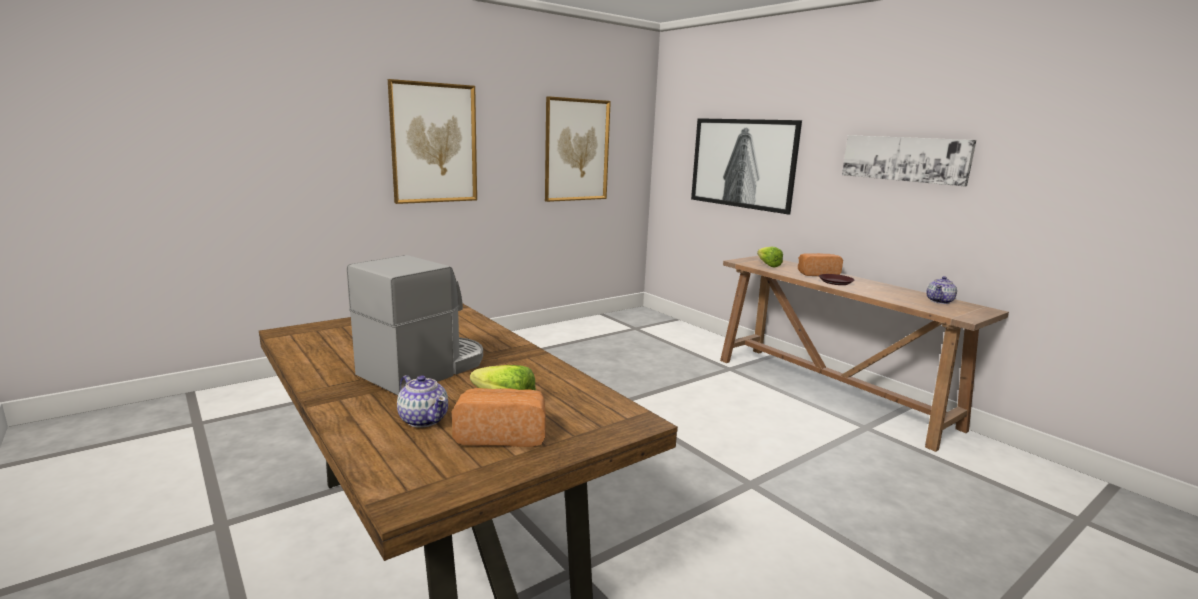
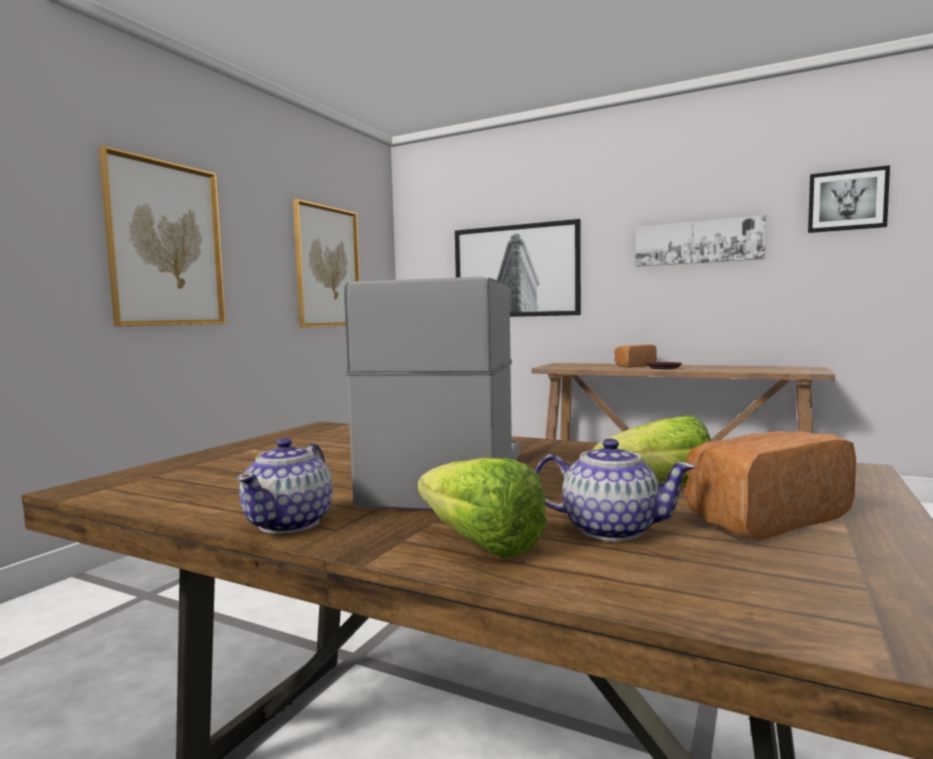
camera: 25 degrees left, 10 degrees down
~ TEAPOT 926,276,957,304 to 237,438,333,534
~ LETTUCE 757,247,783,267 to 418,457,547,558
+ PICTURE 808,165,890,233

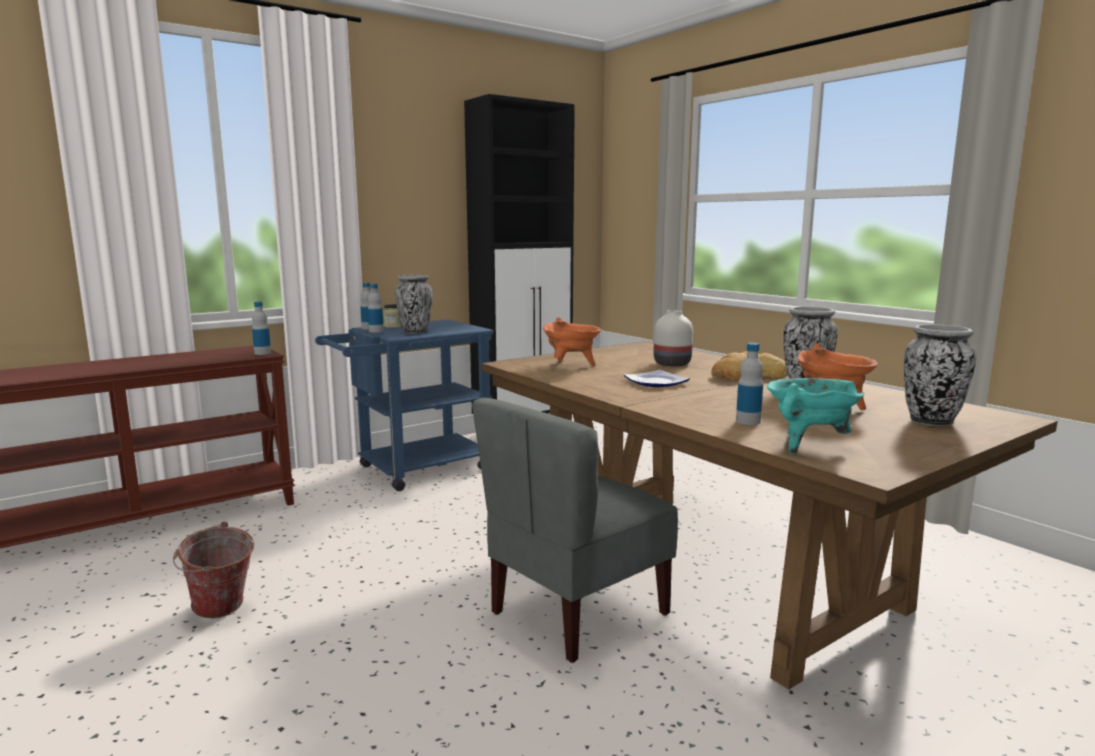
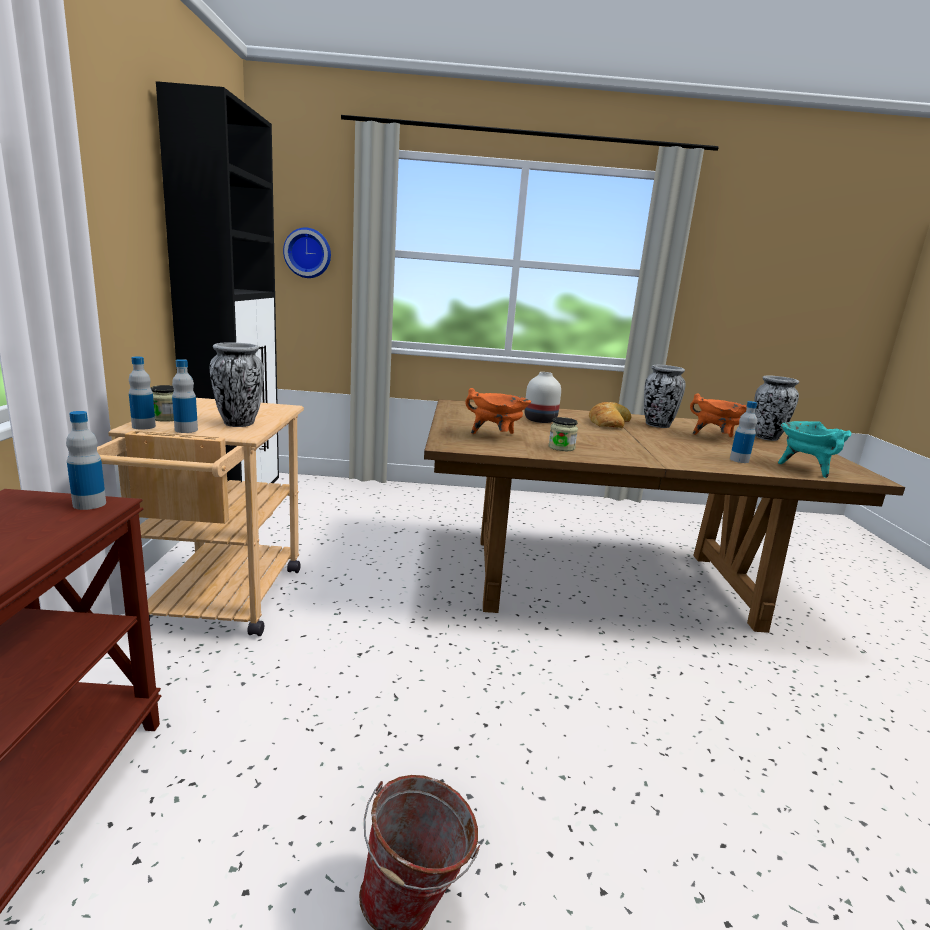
camera: 55 degrees left, 5 degrees up
~ BLUE CART 315,319,494,491 to BEIGE CART 97,398,304,636
+ WALL CLOCK 283,228,331,278
+ JAR 548,417,578,451
- GREY CHAIR 472,398,678,663
- PLATE 624,370,690,387

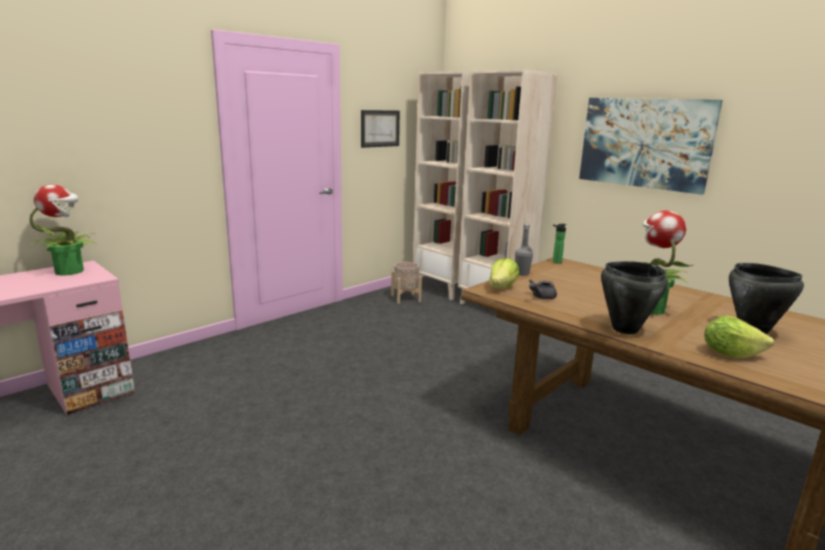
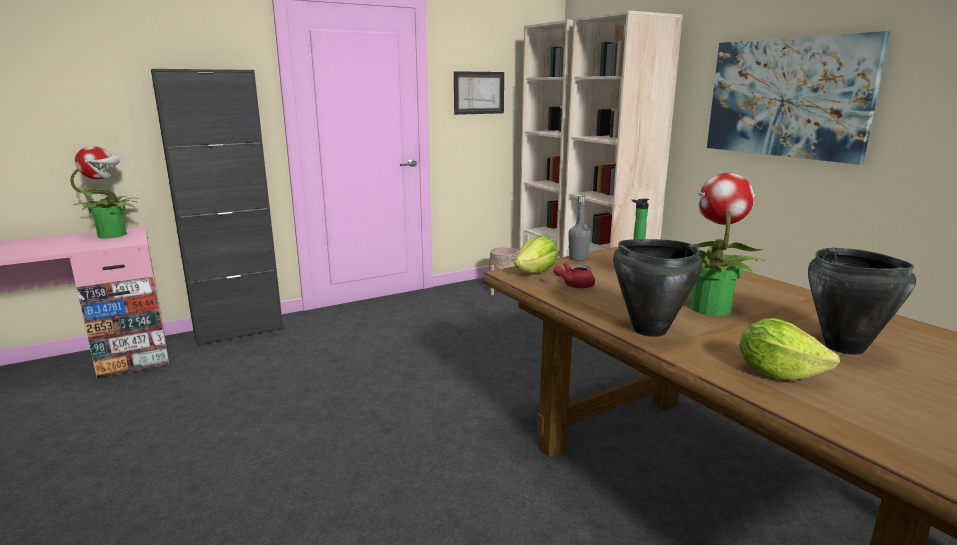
camera: 15 degrees right, 0 degrees up
+ BLACK CABINET 151,69,283,346
~ GREY TEAPOT 529,280,557,299 to RED TEAPOT 553,263,595,288

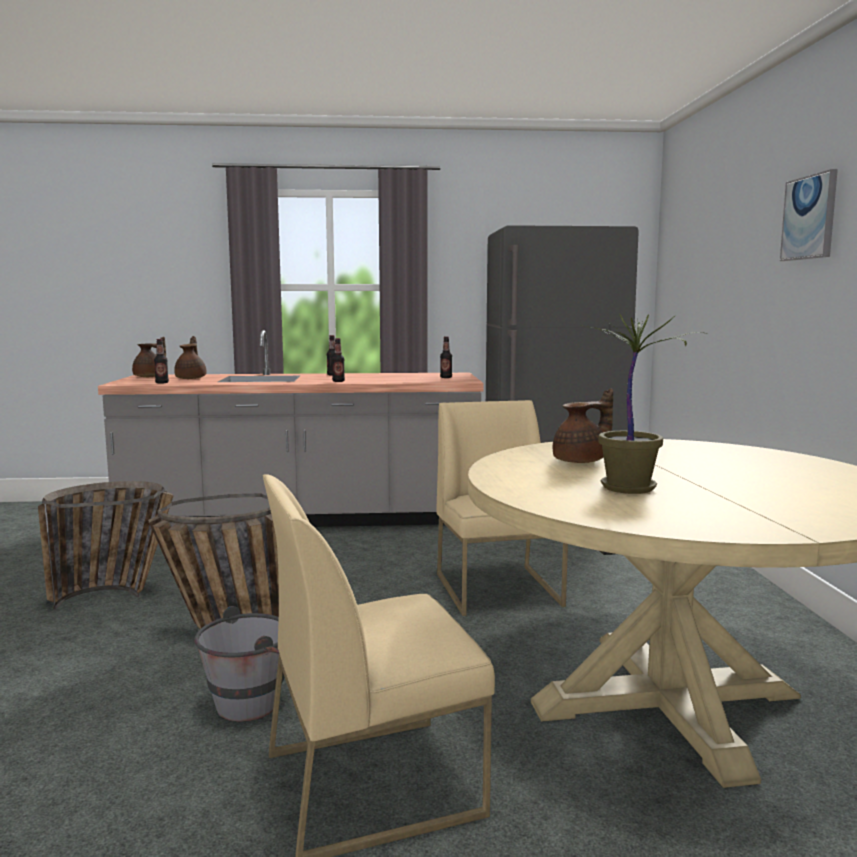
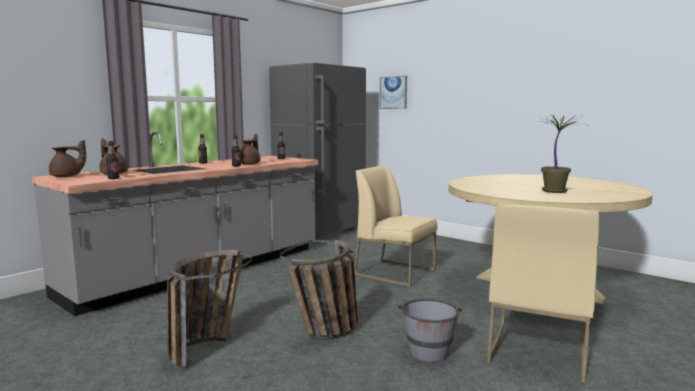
camera: 45 degrees left, 0 degrees up
~ BROWN TEAPOT 553,388,613,463 to 240,134,261,165
~ PICTURE 780,169,838,261 to 380,76,407,109

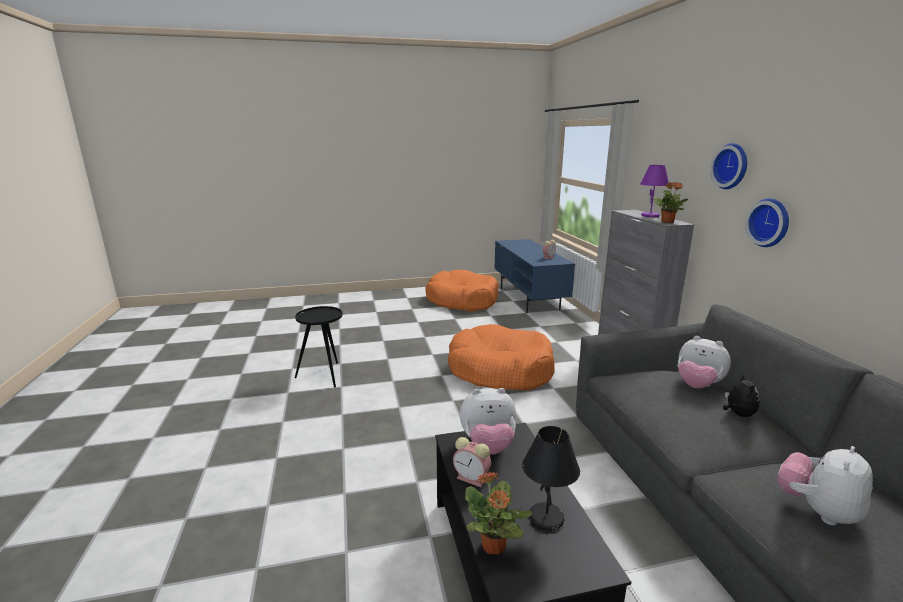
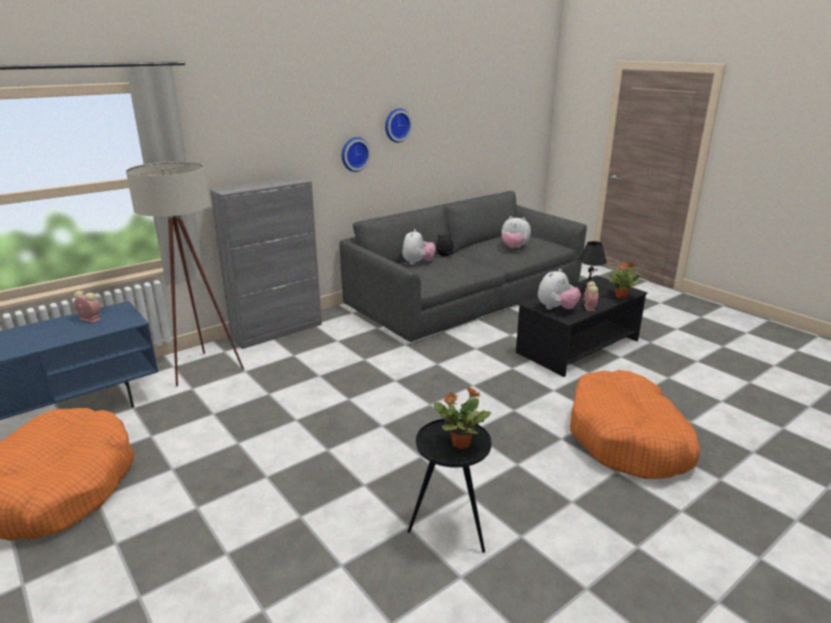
camera: 115 degrees left, 5 degrees up
+ BEIGE FLOOR LAMP 126,161,244,386
~ WALL CLOCK 710,143,747,189 to 385,108,412,143
~ POTTED PLANT 652,182,688,223 to 434,387,491,449
~ PLUSH TOY 460,388,516,455 = 538,269,581,310 75 degrees clockwise
~ ORANGE DOG BED 448,324,555,391 to 570,370,700,479
- PURPLE TABLE LAMP 640,165,669,217

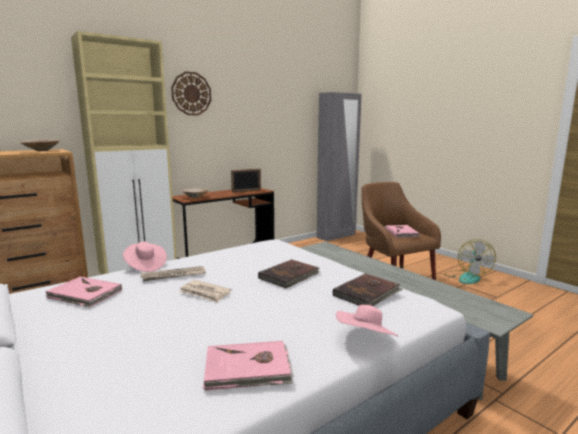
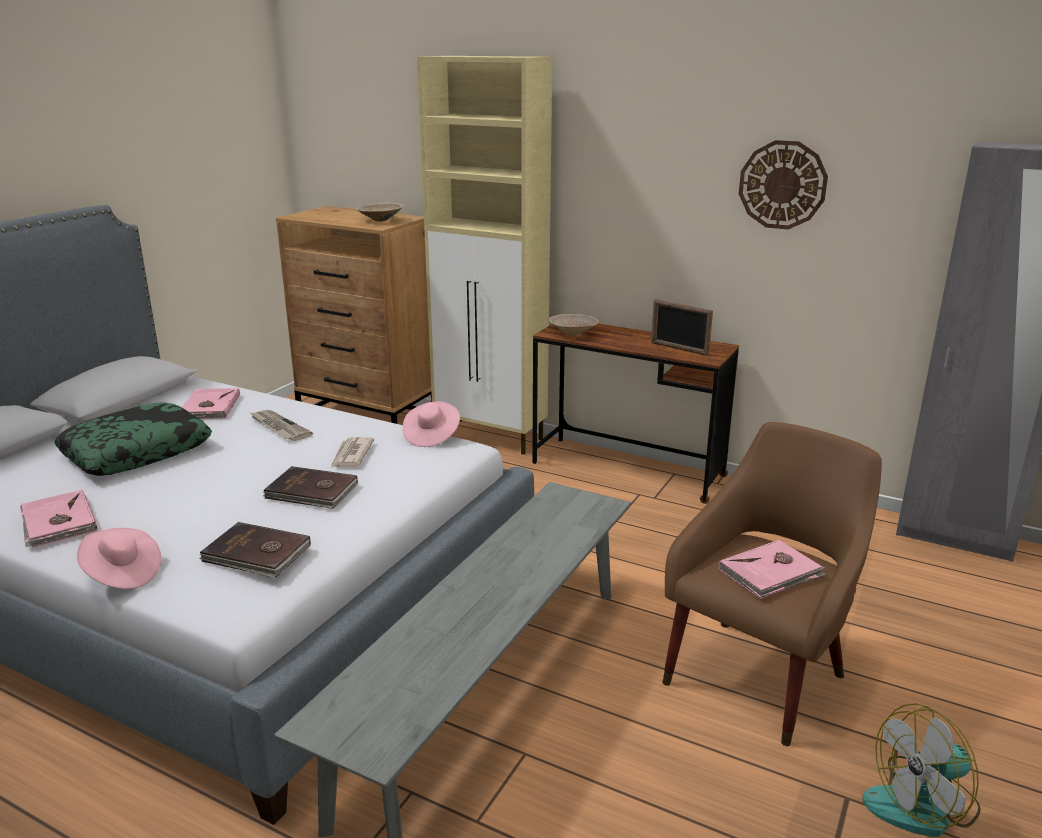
camera: 65 degrees right, 10 degrees up
+ PILLOW 54,403,212,476
~ NEWSPAPER 179,280,231,303 to 330,437,374,469
~ PINK HAT 123,242,167,272 to 403,401,460,447
~ WALL CLOCK 171,71,211,115 to 739,140,828,230

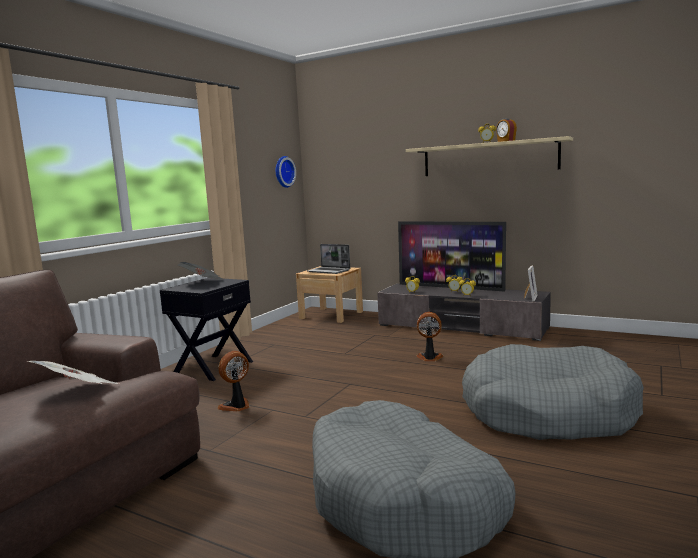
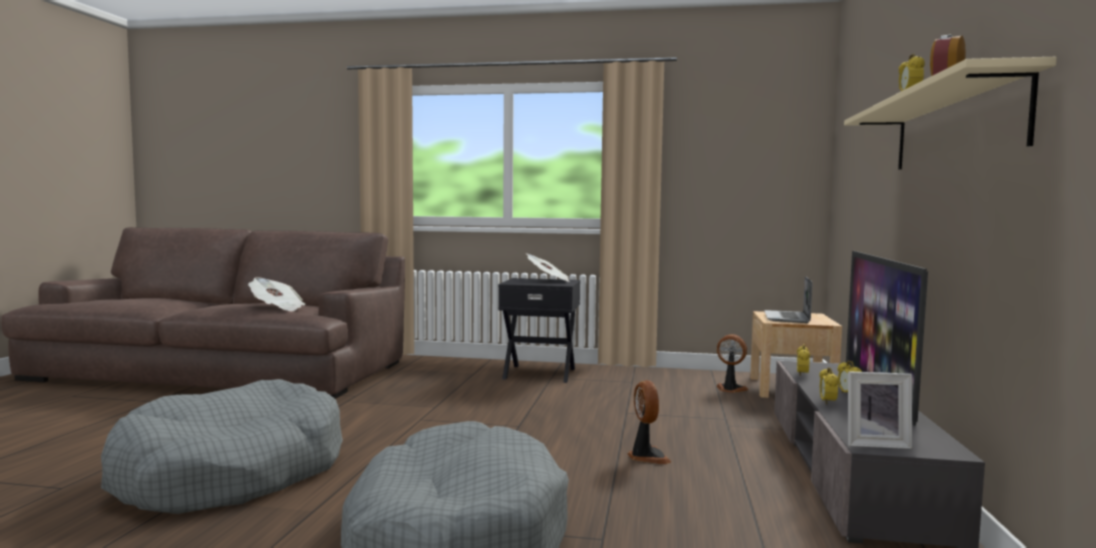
camera: 70 degrees right, 5 degrees down
~ FAN 218,351,250,411 to 717,334,749,393
- WALL CLOCK 276,156,296,188

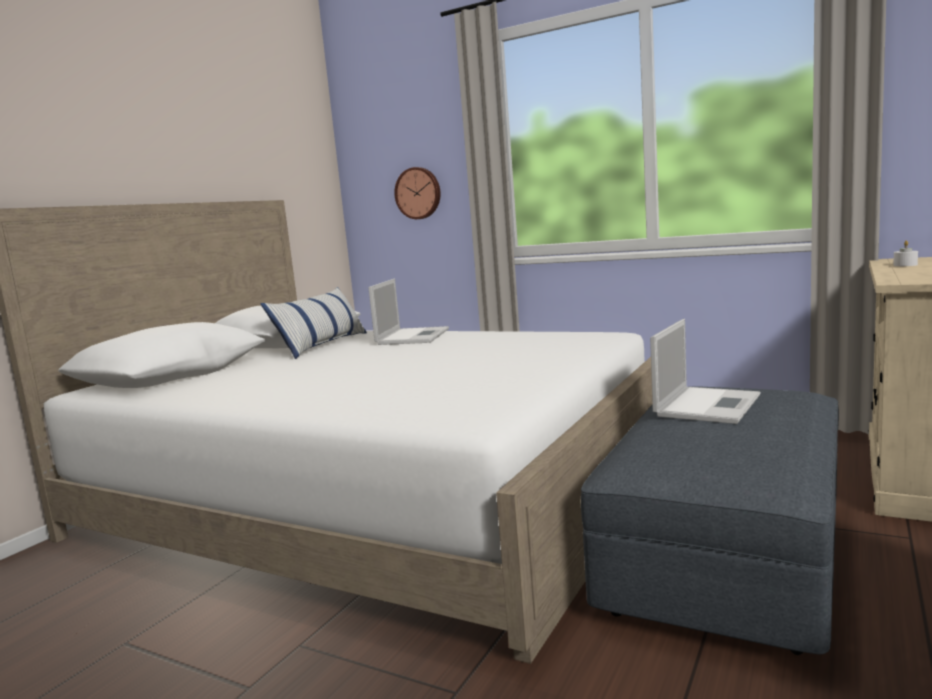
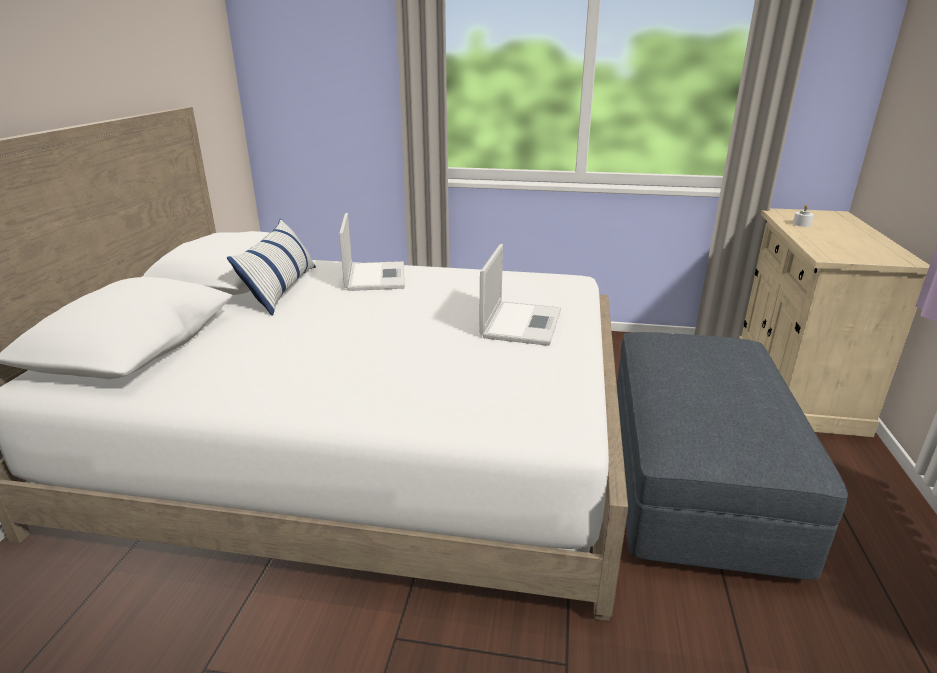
camera: 20 degrees left, 15 degrees up
~ LAPTOP 650,319,761,424 to 479,244,561,346
- WALL CLOCK 394,167,441,219

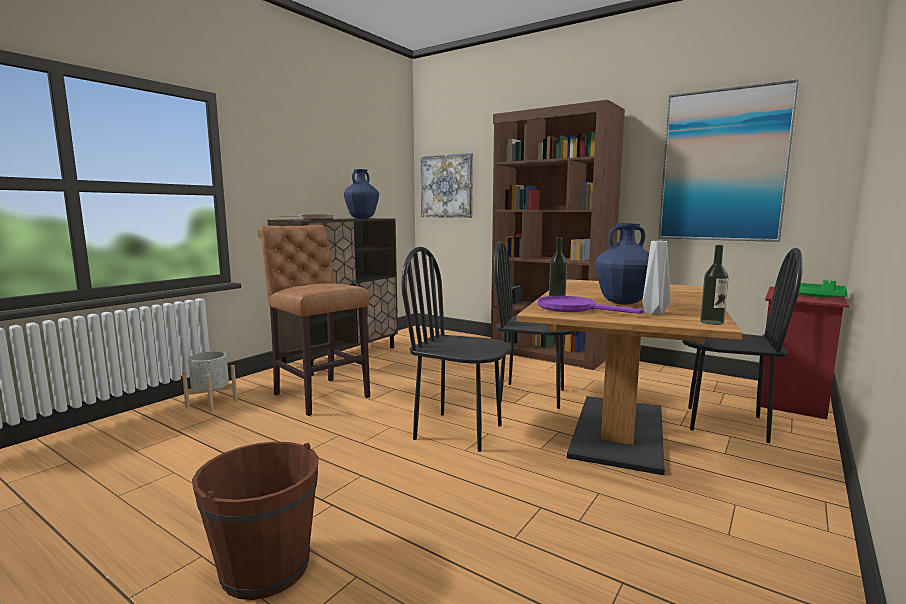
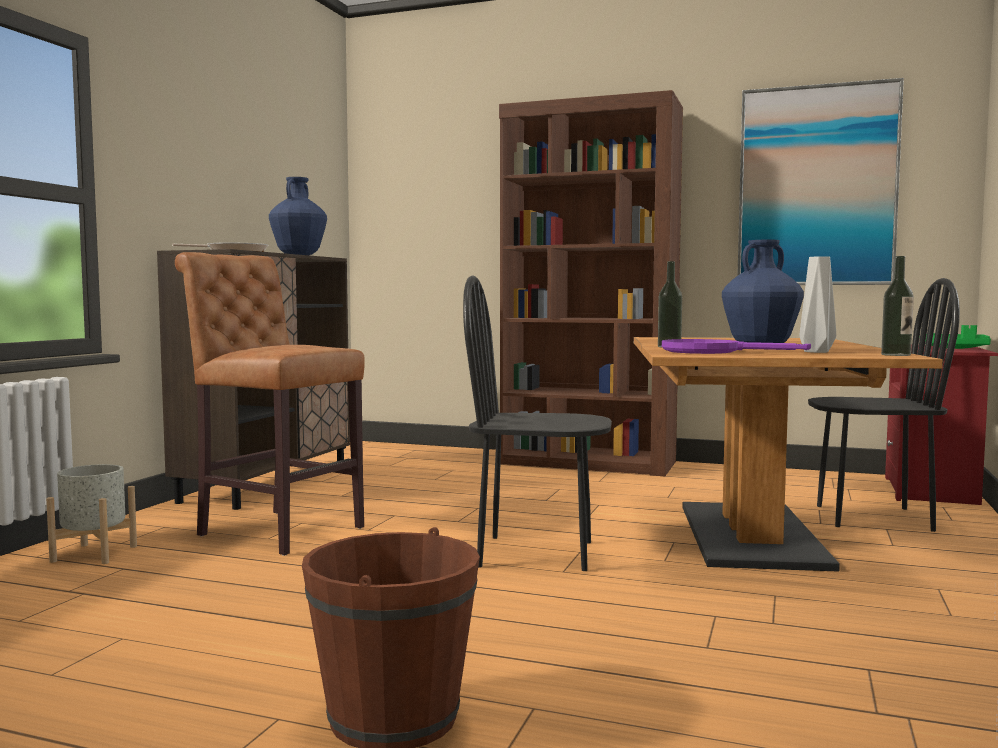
camera: 15 degrees left, 5 degrees down
- PICTURE 421,153,473,218
- BLACK CHAIR 494,241,576,409

